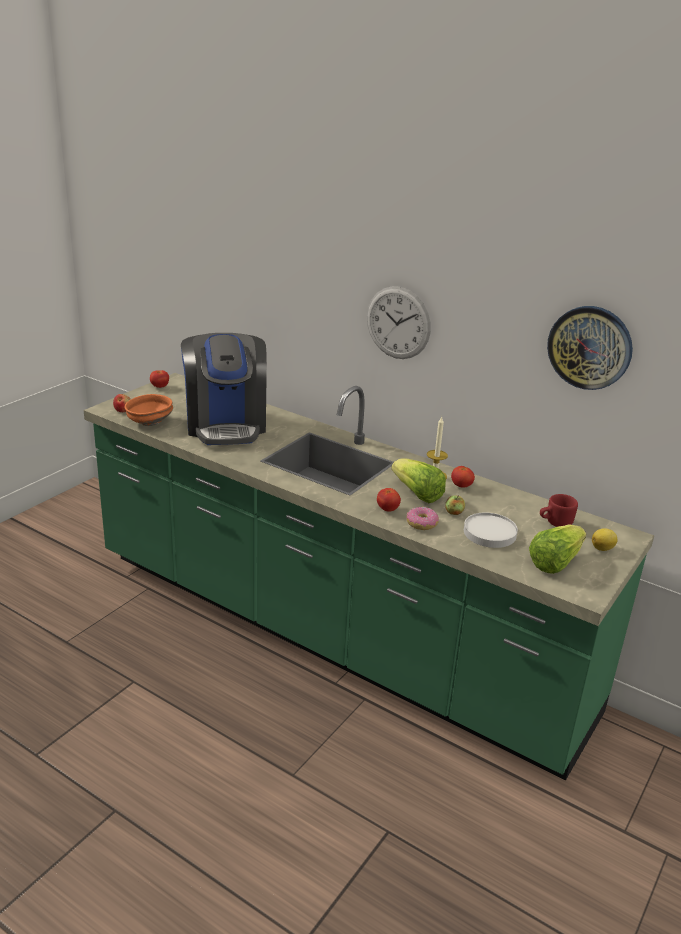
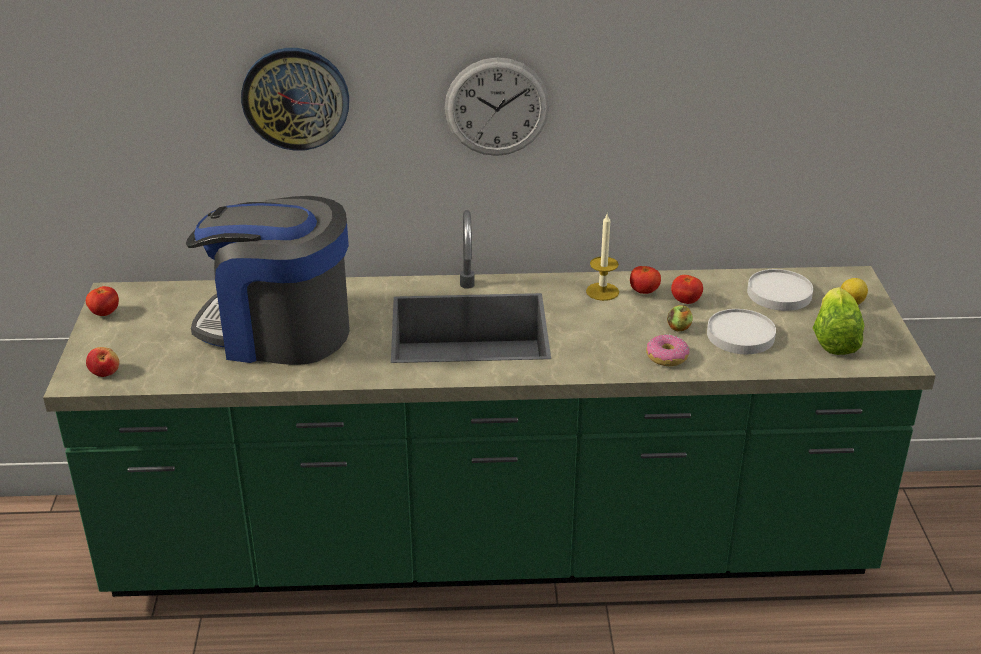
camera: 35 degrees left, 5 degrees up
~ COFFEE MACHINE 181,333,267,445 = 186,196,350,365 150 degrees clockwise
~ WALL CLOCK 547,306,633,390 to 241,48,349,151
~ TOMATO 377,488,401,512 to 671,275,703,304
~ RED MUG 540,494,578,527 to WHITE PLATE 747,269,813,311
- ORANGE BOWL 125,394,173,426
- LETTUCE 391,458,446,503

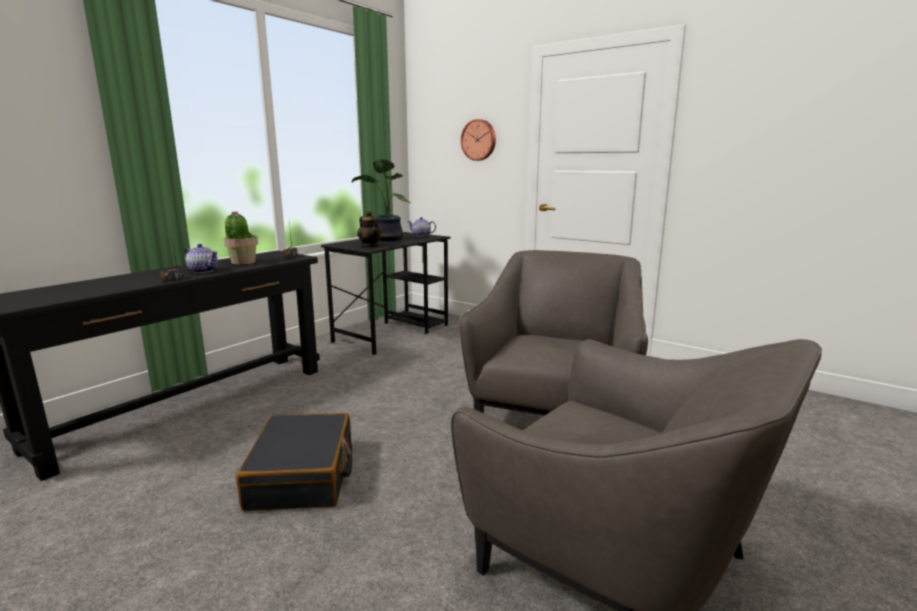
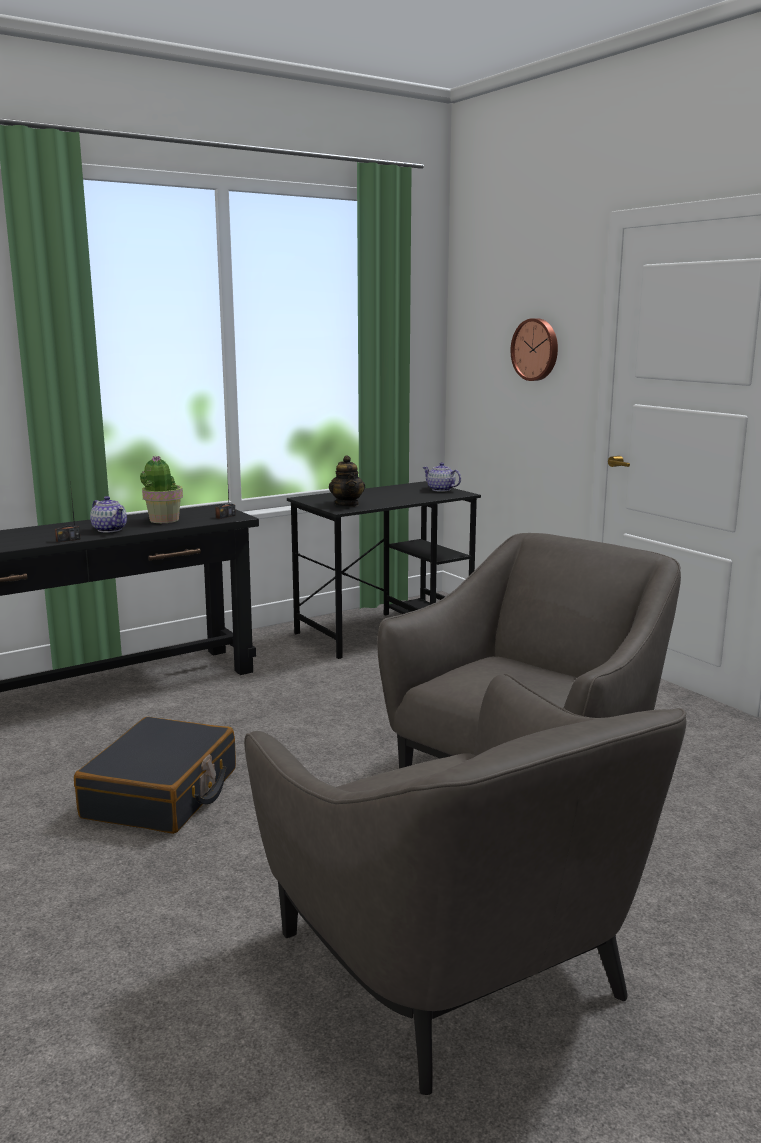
camera: 20 degrees right, 0 degrees up
- POTTED PLANT 352,159,411,241

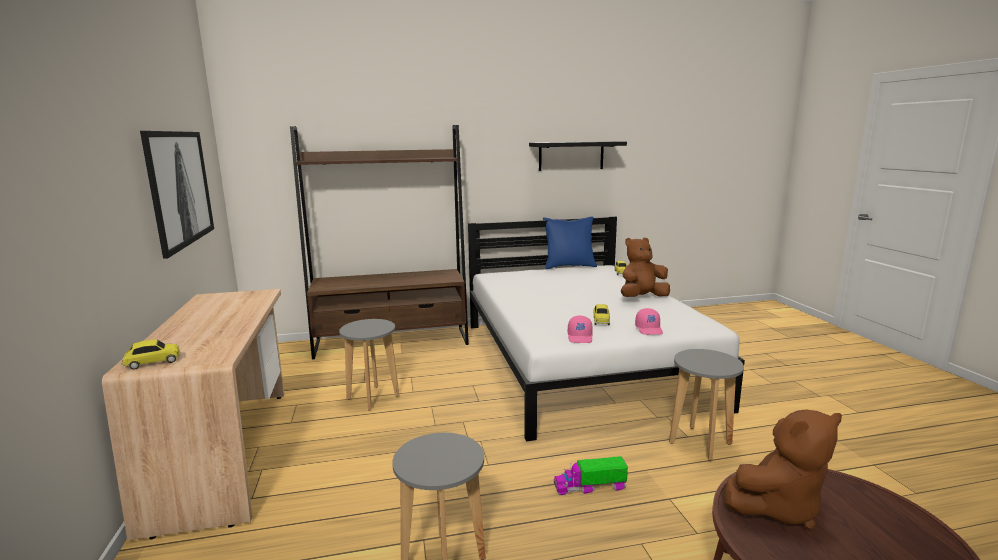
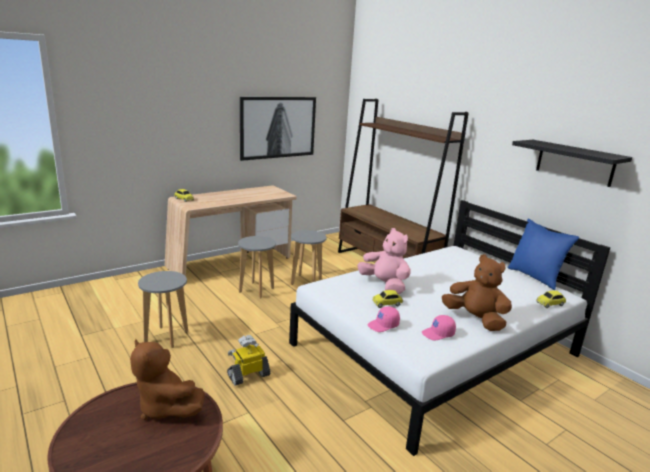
camera: 65 degrees right, 5 degrees up
~ TOY TRUCK 554,456,628,495 to TOY ROBOT 227,335,270,386
~ GREY STOOL 669,349,744,461 to 238,236,276,298
+ PINK PLUSH TOY 358,228,411,294
~ PINK CAP 568,315,593,343 to 422,315,456,340

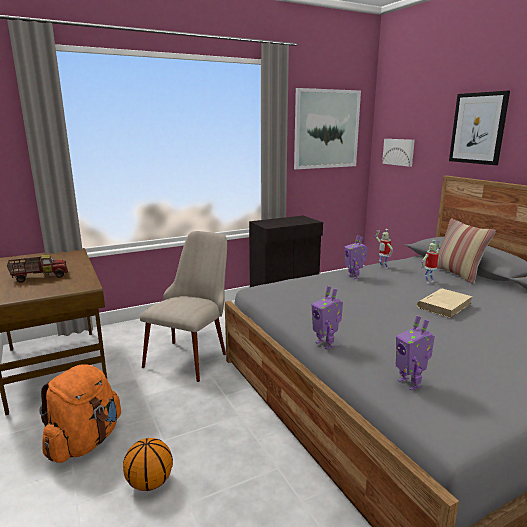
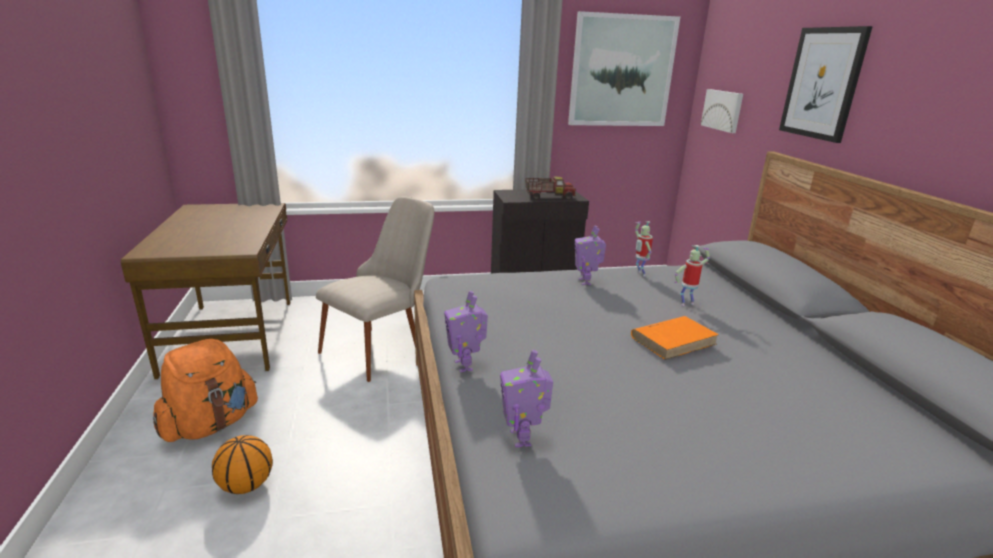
camera: 15 degrees right, 5 degrees up
~ TOY TRUCK 7,255,68,283 to 525,177,576,200
~ BEIGE BOOK 417,289,473,318 to ORANGE BOOK 631,316,719,360
- PILLOW 437,219,496,284

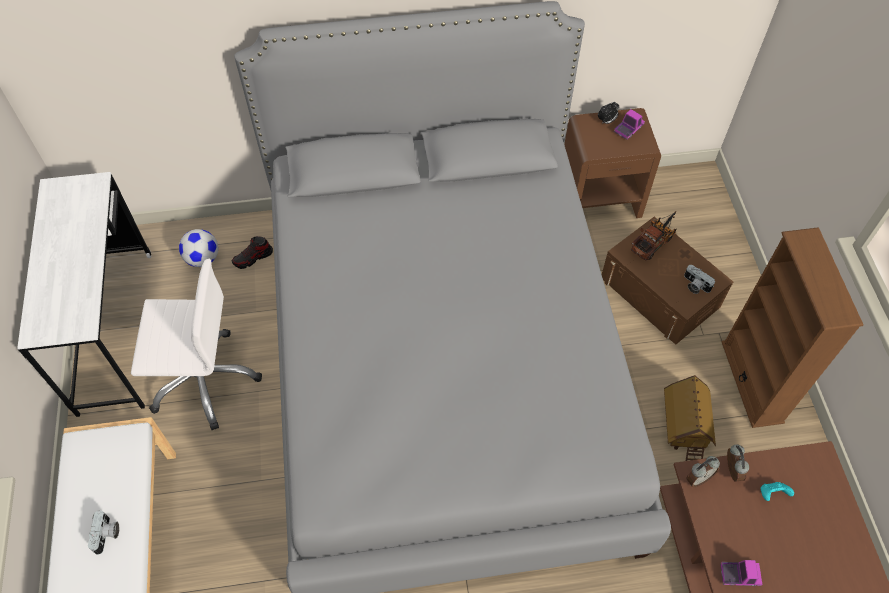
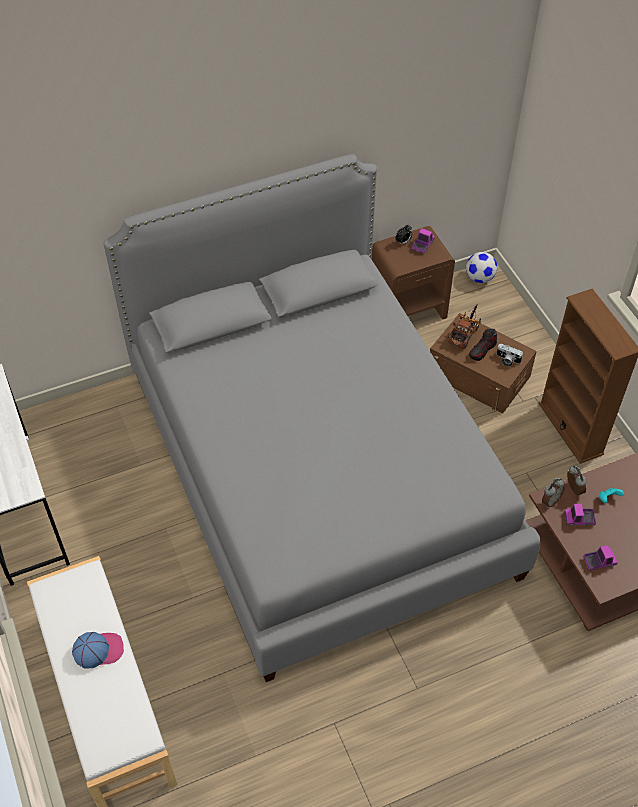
camera: 15 degrees left, 5 degrees down
~ PHOTO CAMERA 88,510,119,555 to CAP 72,632,124,669
~ FOOTBALL 179,229,218,267 to 466,252,497,283
~ SHOE 232,236,273,269 to 469,328,497,361
+ TOY TRUCK 565,504,596,526
- WHITE OFFICE CHAIR 131,259,262,430
- TOY HOUSE 664,375,716,461

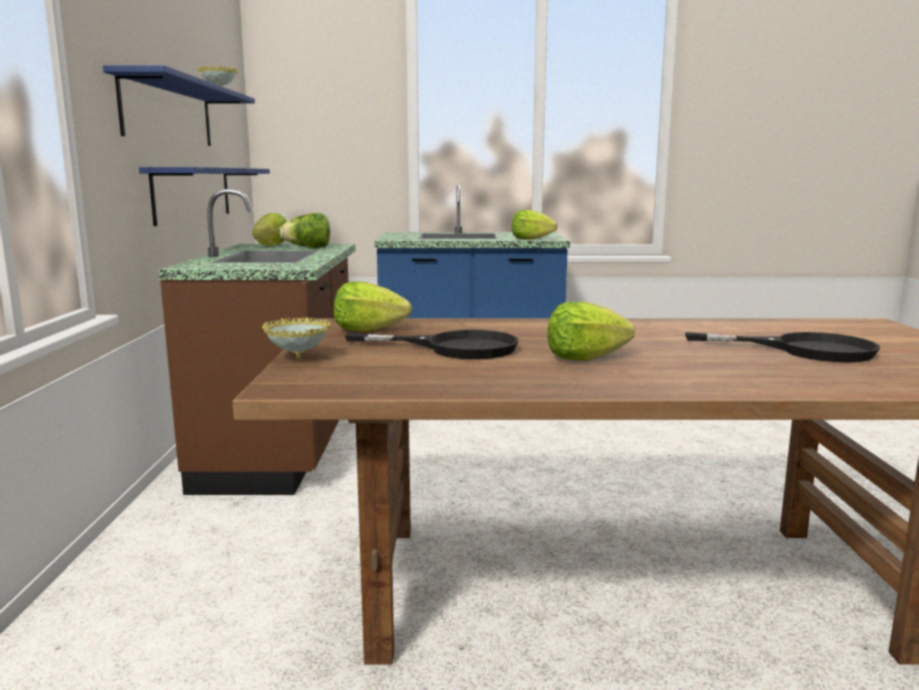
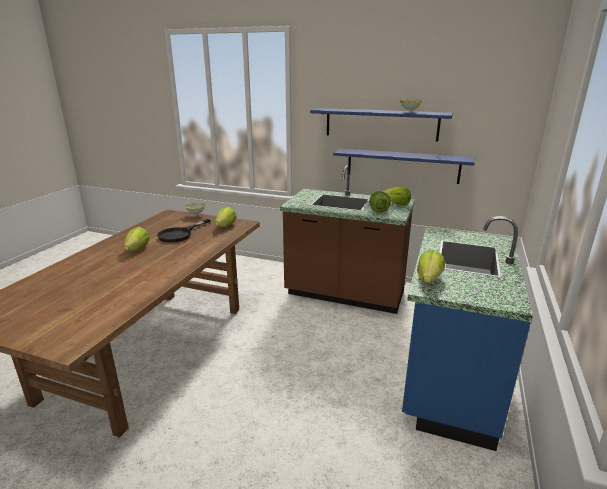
camera: 110 degrees right, 10 degrees up
- BLACK FRYING PAN 685,332,880,362

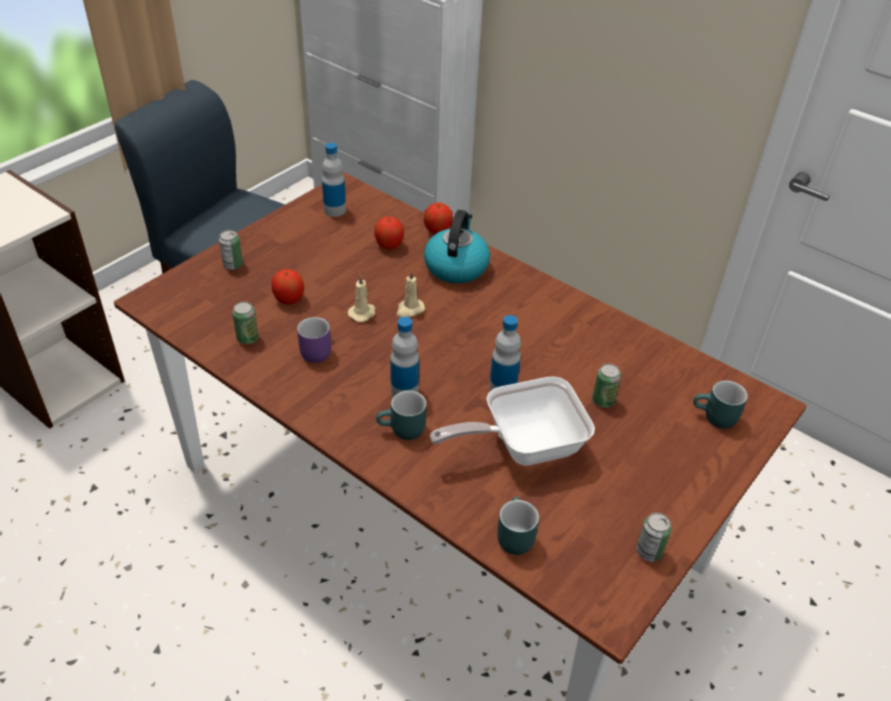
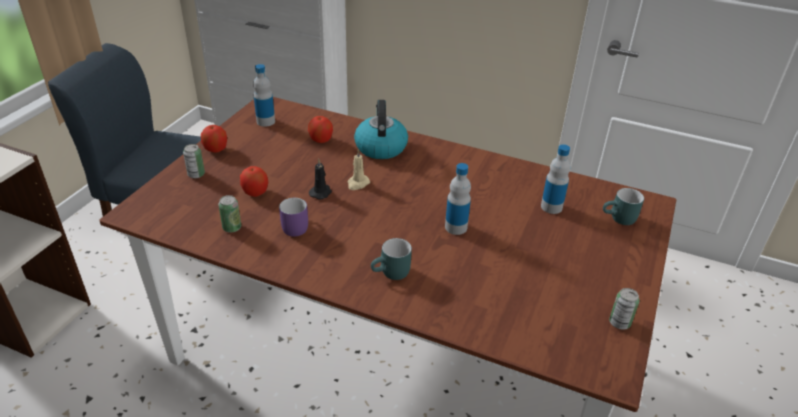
camera: 15 degrees left, 5 degrees down
~ APPLE 423,203,453,234 to 201,125,227,153
~ BEIGE CANDLE 348,275,375,322 to BLACK CANDLE 309,159,332,199
~ BOTTLE 390,317,419,396 to 541,144,570,214
- FRYING PAN 430,376,595,466
- TURQUOISE MUG 497,497,539,555
- CAN 592,364,621,408

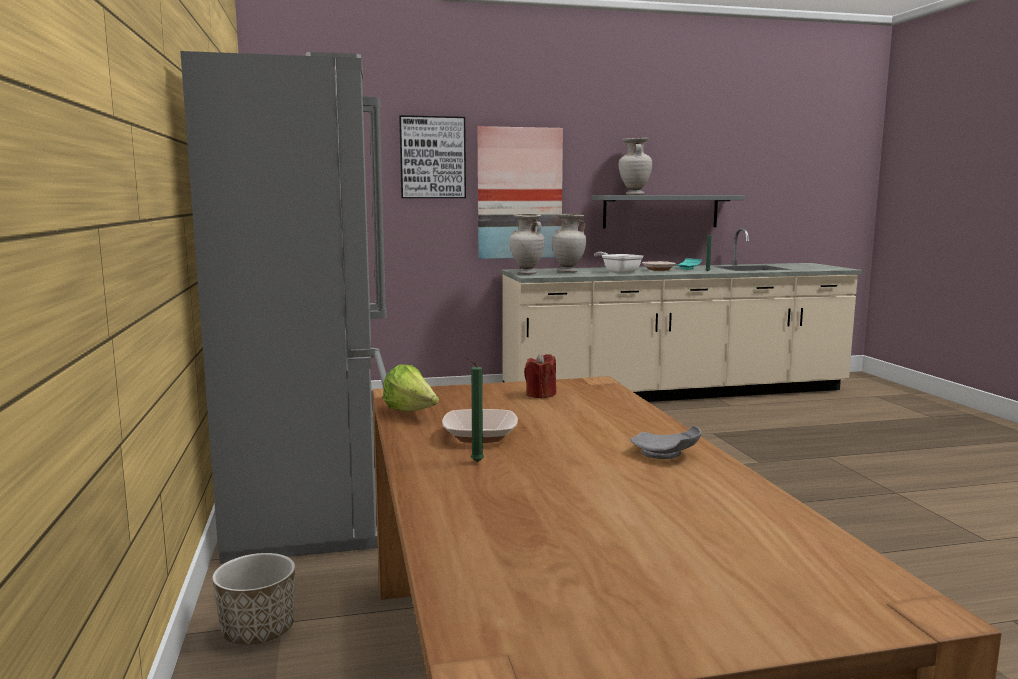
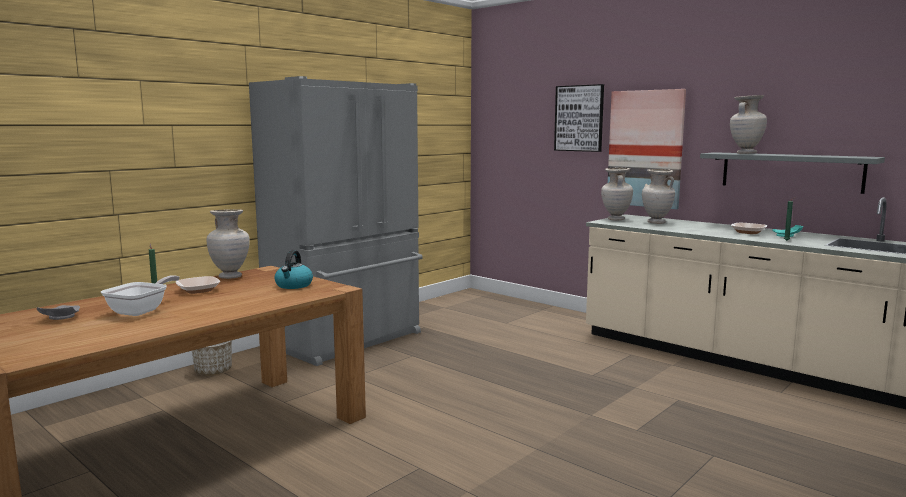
camera: 55 degrees right, 0 degrees up
~ GREY PLATE 630,425,701,459 to 37,305,80,320
~ FRYING PAN 594,252,643,274 to 101,275,180,316
~ LETTUCE 383,364,439,412 to BEIGE VASE 206,209,250,279
~ RED CANDLE 524,352,556,398 to KETTLE 275,250,313,289

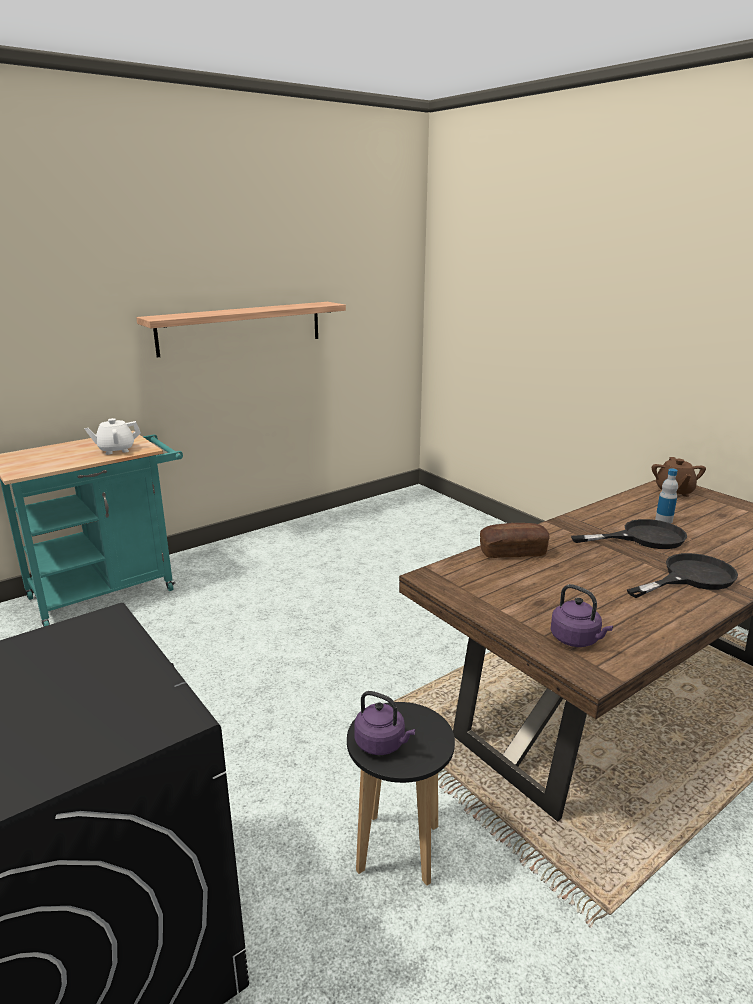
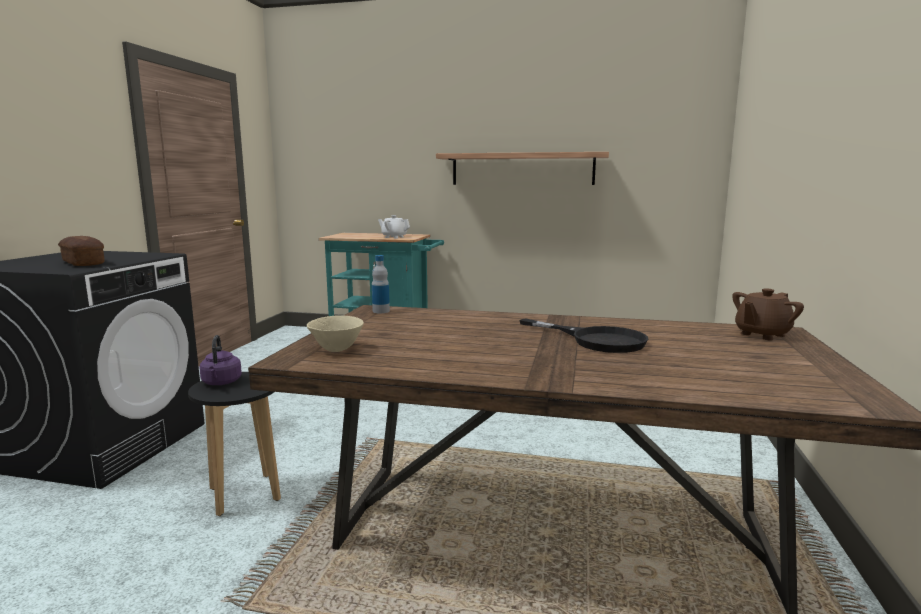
camera: 50 degrees right, 10 degrees down
~ BREAD 480,523,550,558 to 58,236,104,266
~ PURPLE KETTLE 551,584,613,647 to BEIGE BOWL 307,316,364,352
~ BOTTLE 655,468,678,523 to 372,255,390,313
- BLACK FRYING PAN 627,553,738,598

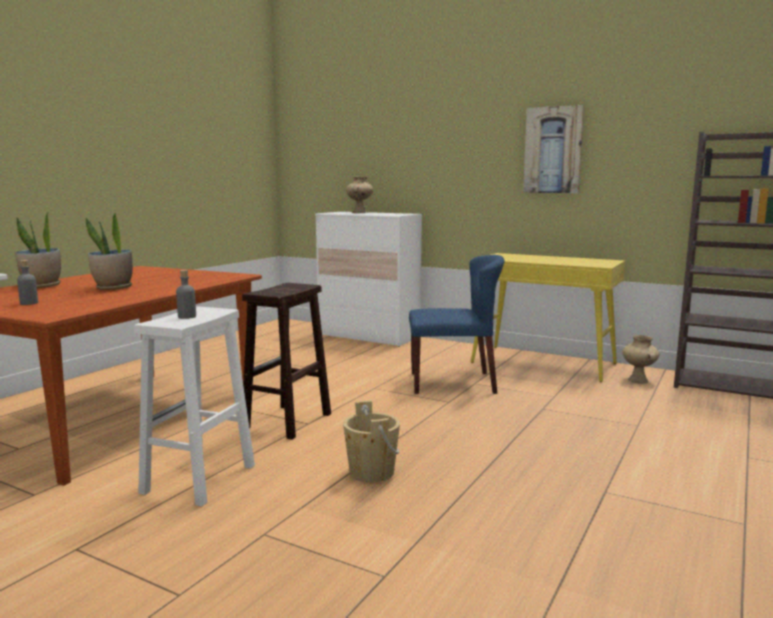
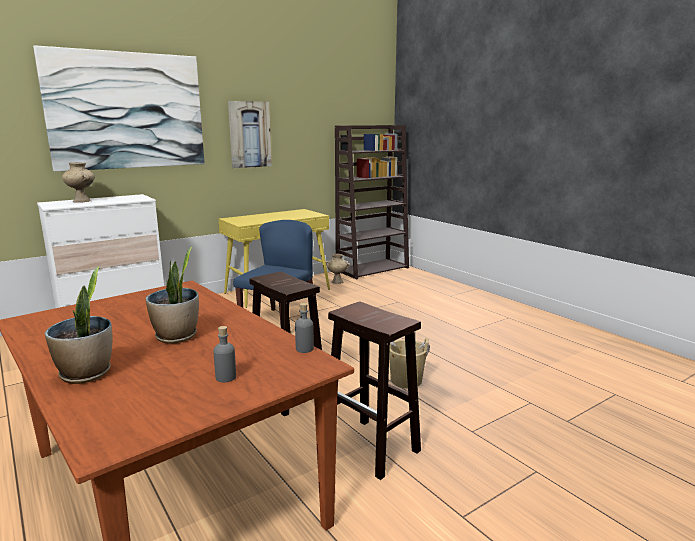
camera: 65 degrees left, 5 degrees up
+ PICTURE 33,45,205,172
~ GREY BOTTLE 176,270,196,319 to 295,303,314,353
~ WHITE STOOL 134,306,255,506 to BROWN STOOL 328,302,421,480

